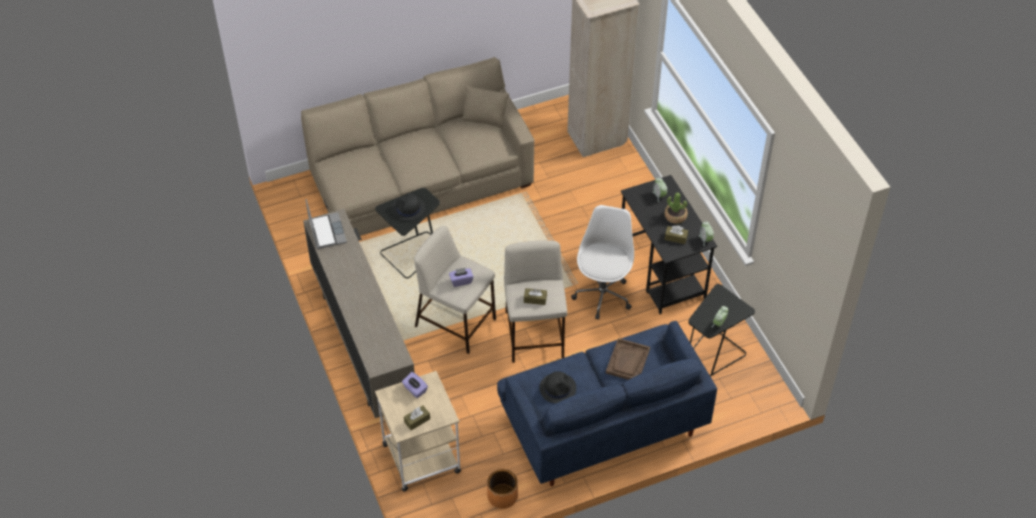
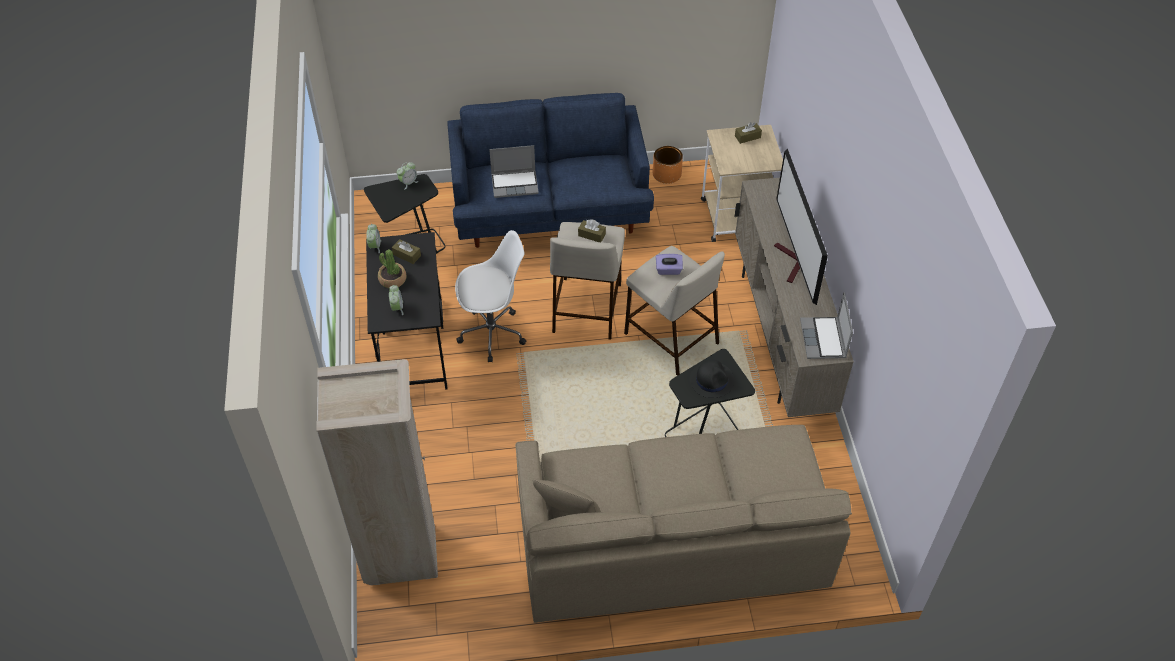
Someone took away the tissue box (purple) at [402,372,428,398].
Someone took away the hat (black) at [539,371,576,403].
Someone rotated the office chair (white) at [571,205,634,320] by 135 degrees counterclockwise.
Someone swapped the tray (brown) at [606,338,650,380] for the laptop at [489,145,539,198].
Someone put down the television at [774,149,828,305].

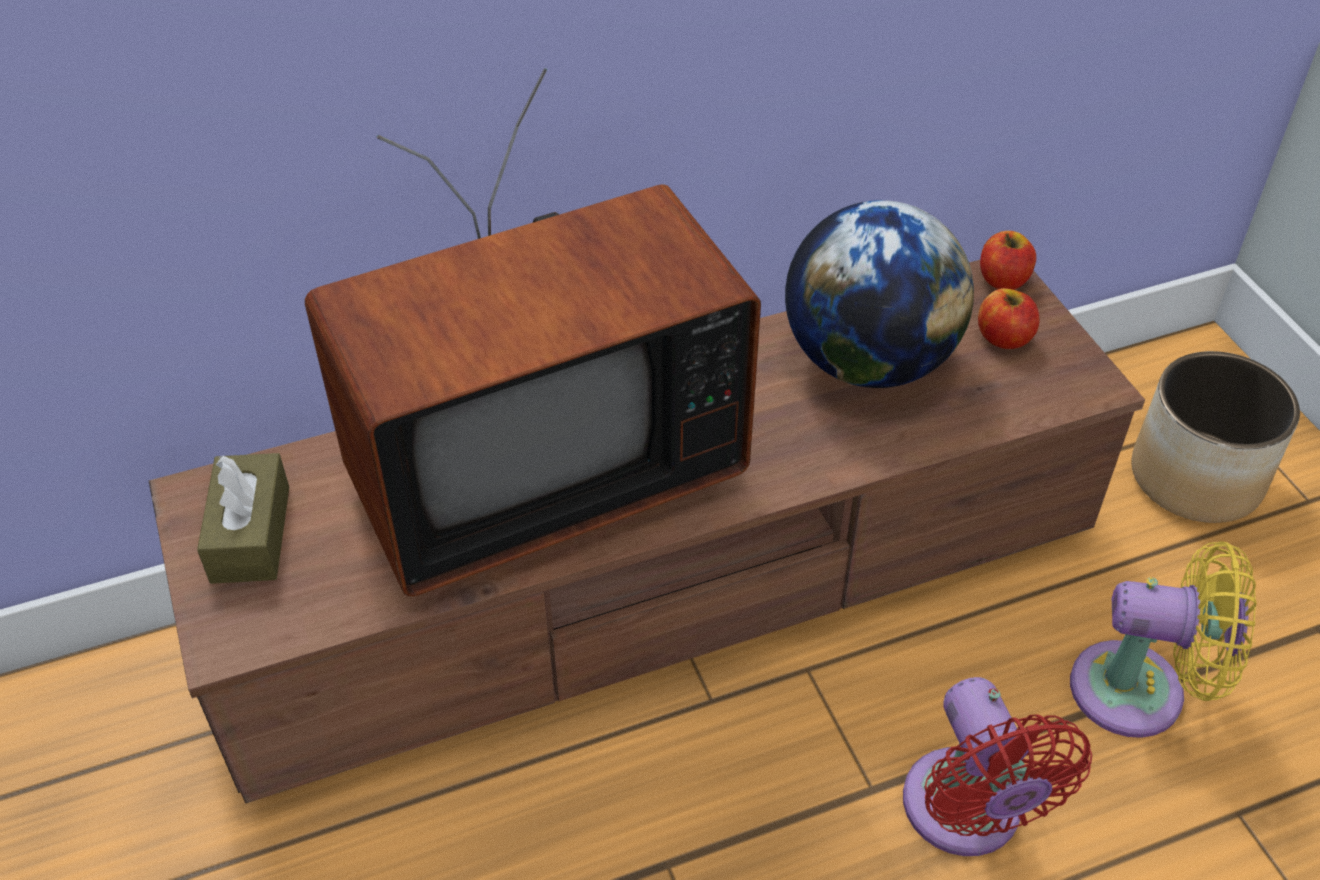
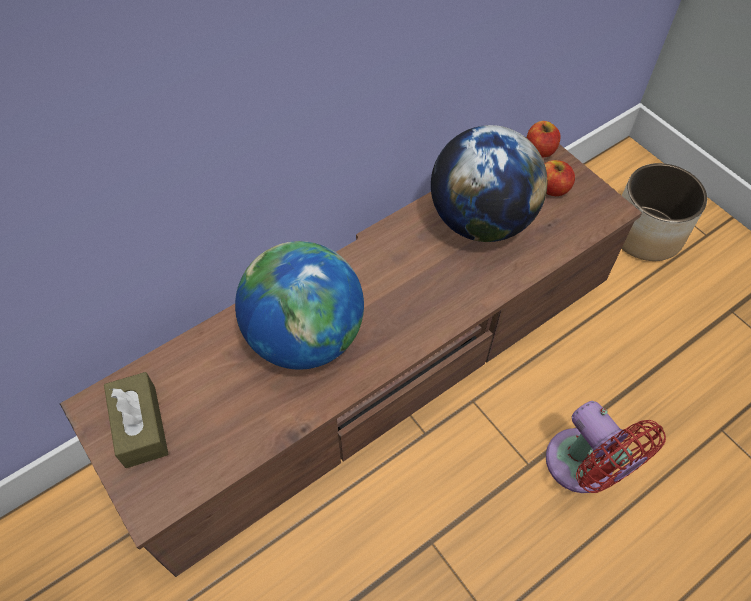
Someone swapped the television at [305,68,761,596] for the globe at [235,241,364,370].
Someone took away the fan (yellow) at [1070,541,1257,738].

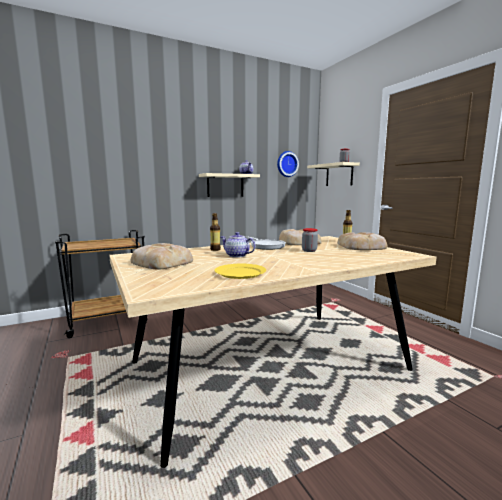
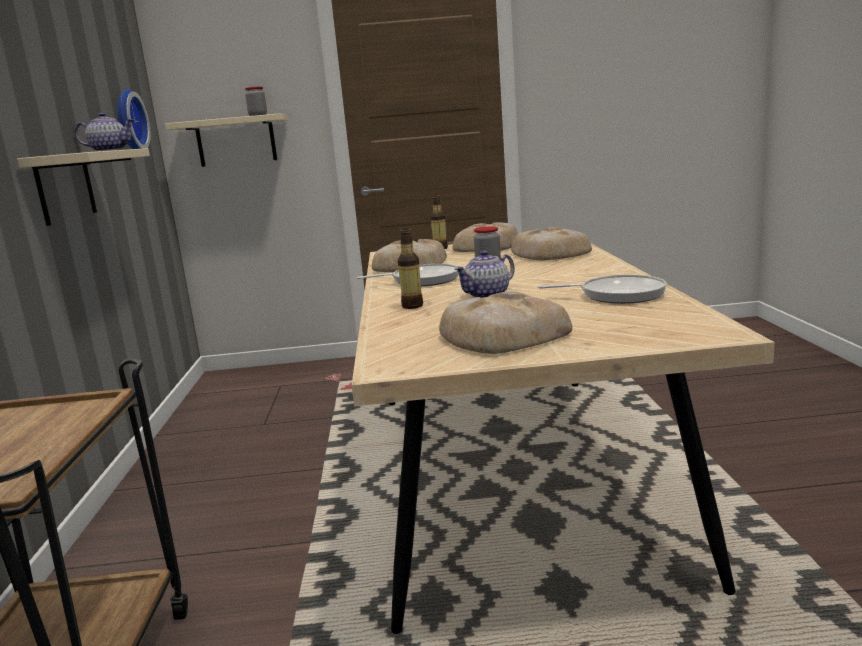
Someone swapped the plate (yellow) at [214,264,266,279] for the frying pan at [538,275,667,304].
Someone put down the bread at [511,227,592,260].

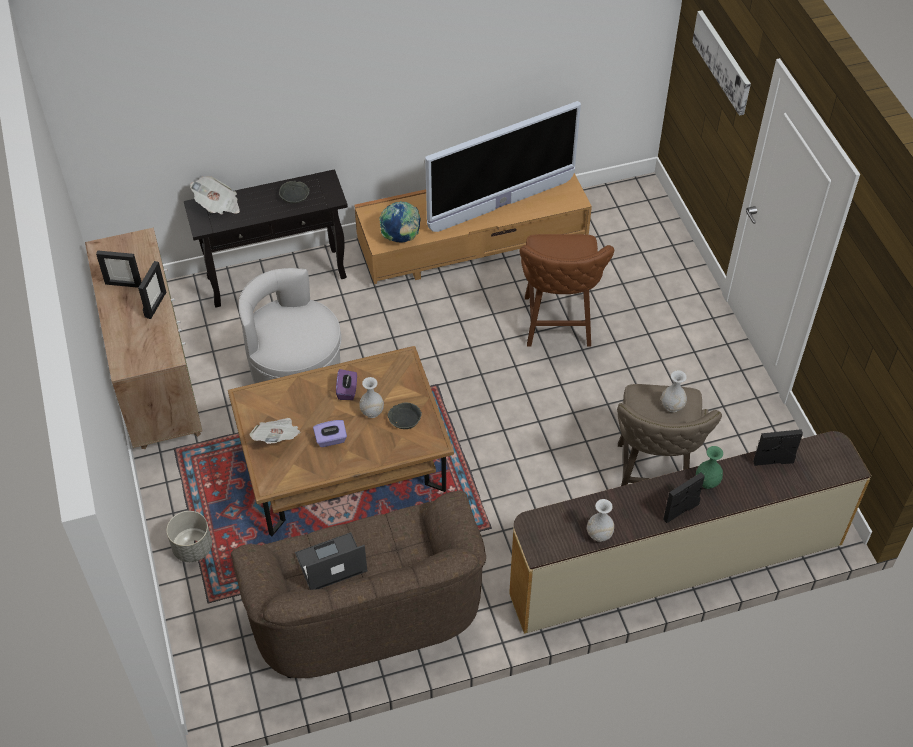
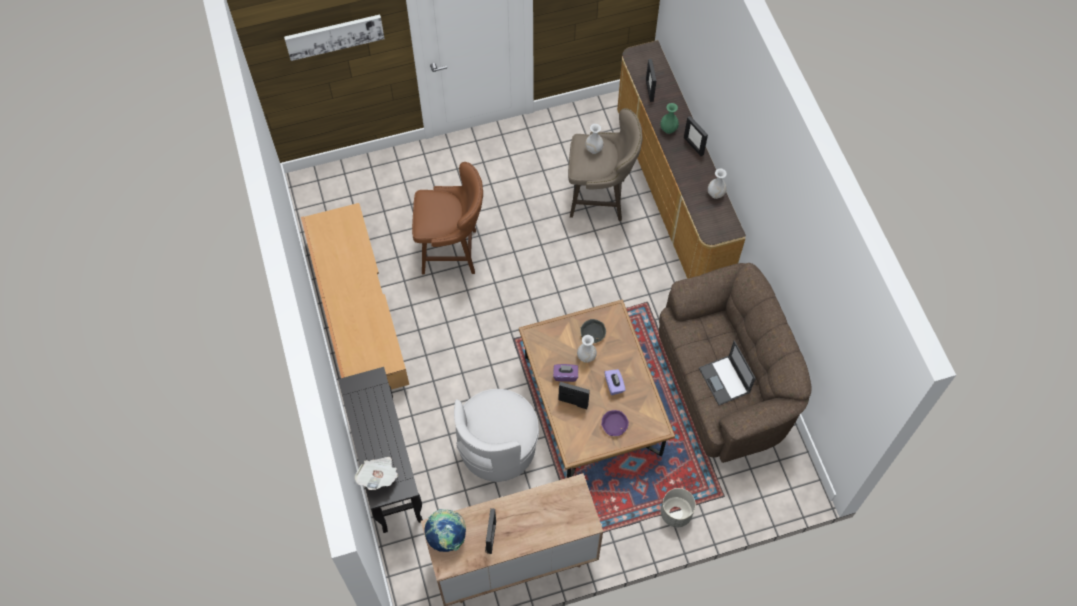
Someone carried the picture frame from [138,261,166,319] to [558,382,590,409].
Someone swapped the newspaper at [250,418,301,444] for the bowl (purple) at [601,410,629,436].
Someone took away the bowl (grey) at [279,181,309,204].
Someone carried the globe from [379,201,421,243] to [425,509,466,552].
Someone took away the television at [425,101,581,232].

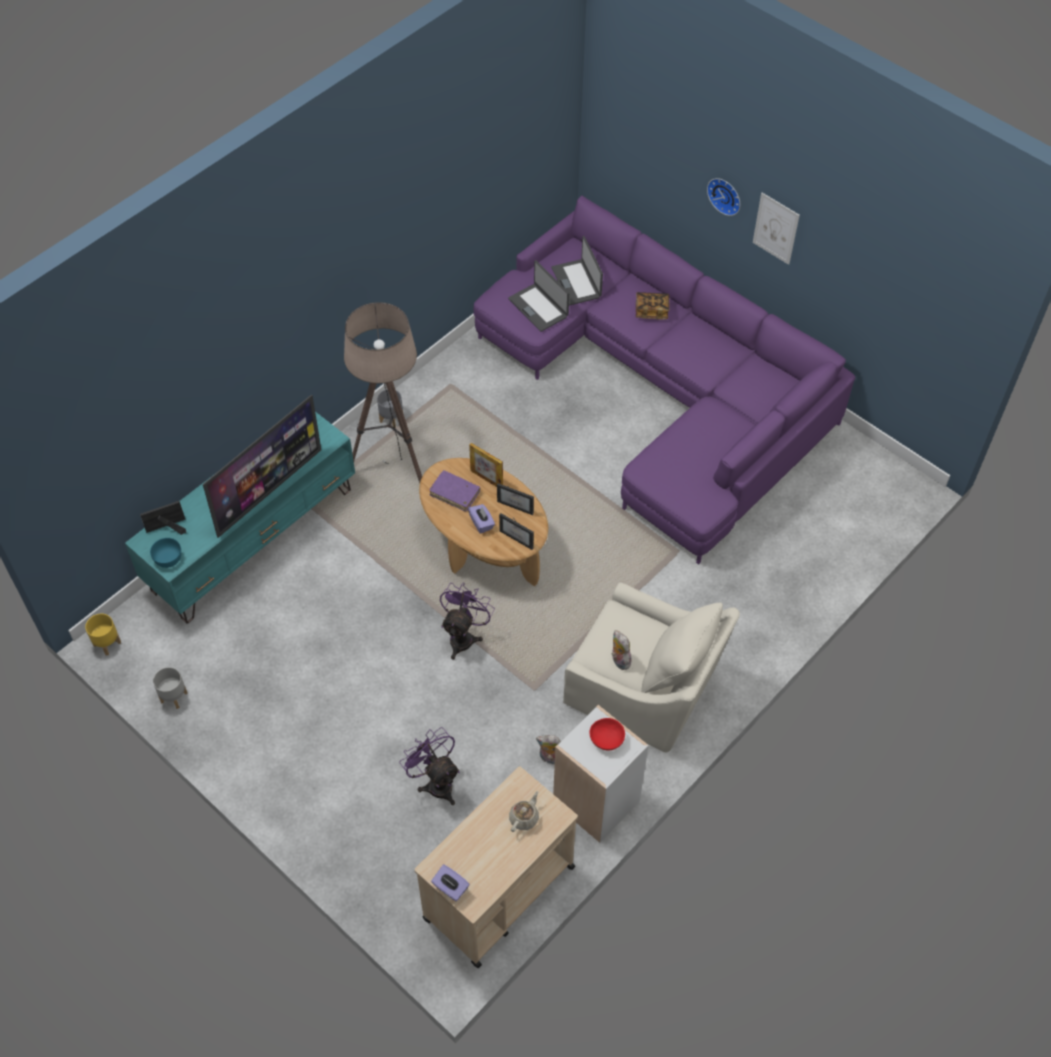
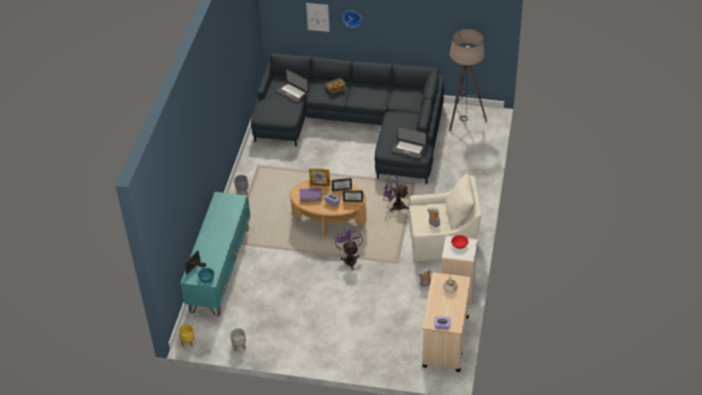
Someone took away the television at [203,394,321,538].
Someone carried the floor lamp from [344,302,422,483] to [449,29,487,131].
Someone carried the fan (purple) from [399,727,460,805] to [382,175,409,211].
Someone repainted the sofa (purple) at [473,196,856,565], which became the sofa (grey) at [251,53,444,184].
Someone carried the laptop from [508,260,569,332] to [392,126,427,159].
Someone carried the picture from [753,193,800,265] to [306,3,330,32].

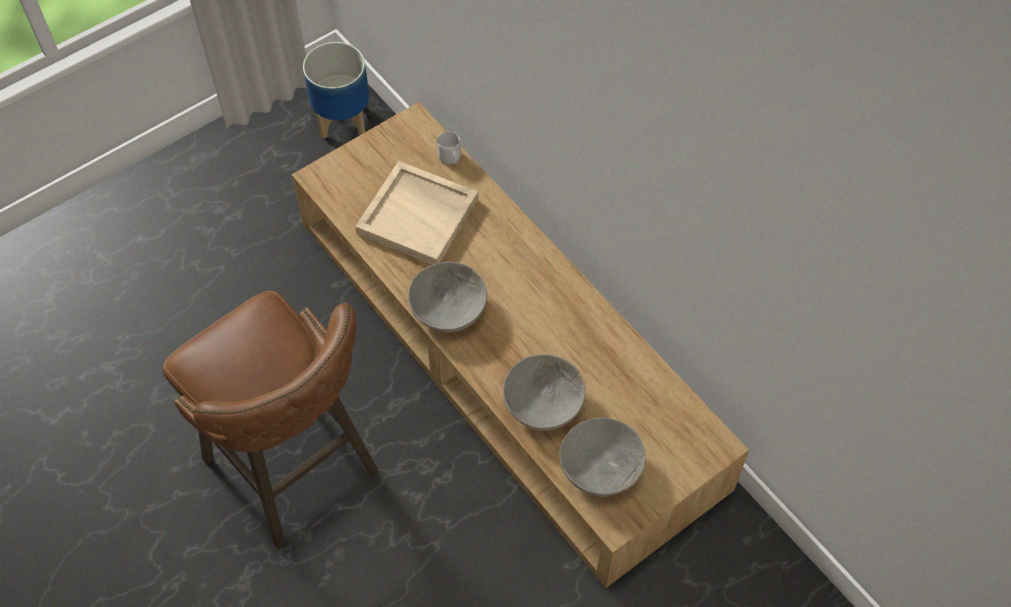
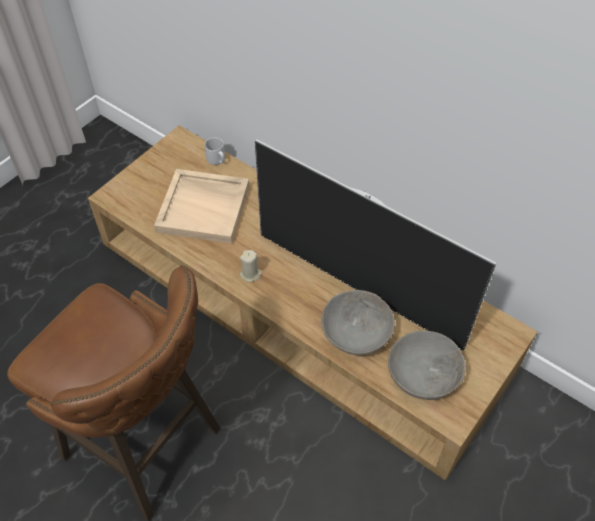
Someone took away the planter at [303,42,369,139].
Someone swapped the bowl (grey) at [408,262,487,332] for the candle (beige) at [240,250,262,282].
Someone put down the television at [255,139,496,351].

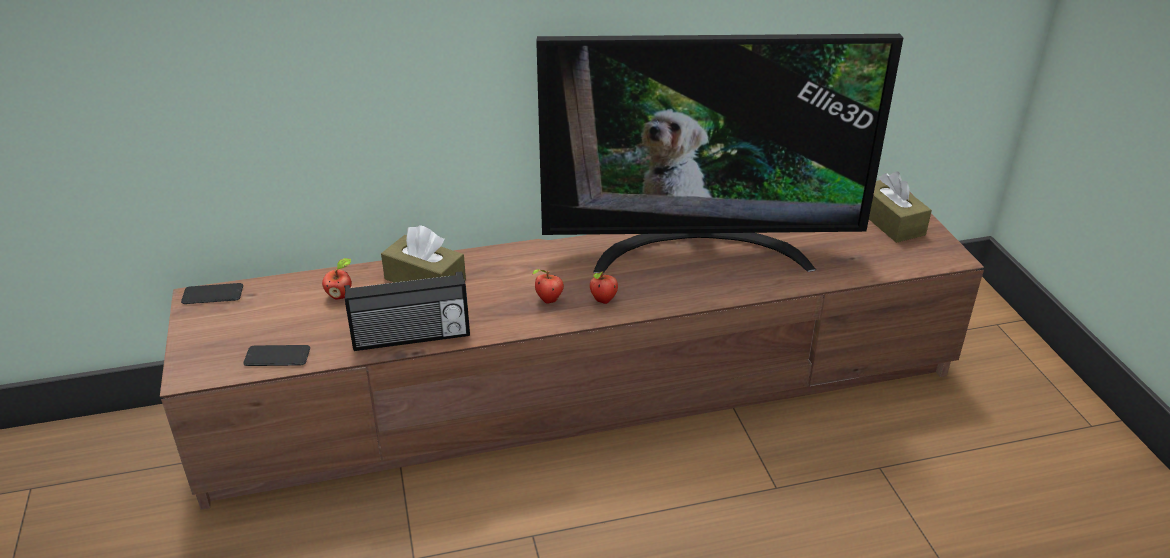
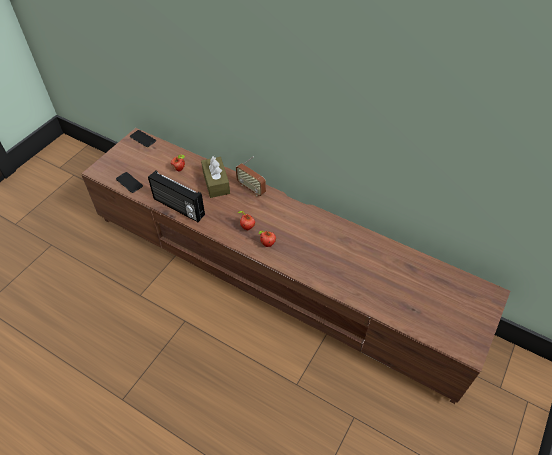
Someone took away the television at [536,34,903,273].
Someone took away the tissue box (brown) at [869,171,932,243].
Someone put down the radio at [236,156,266,196].

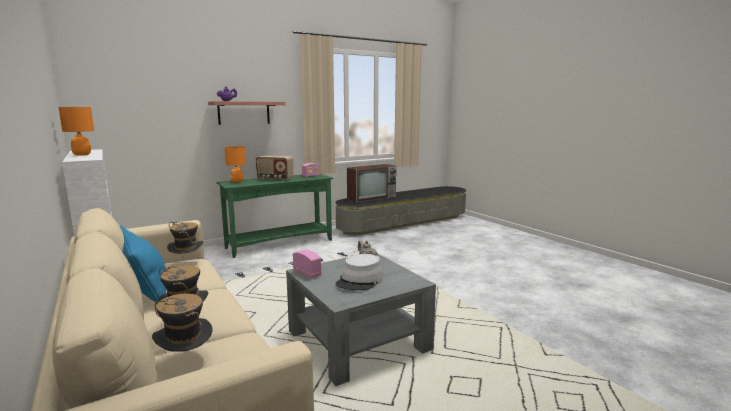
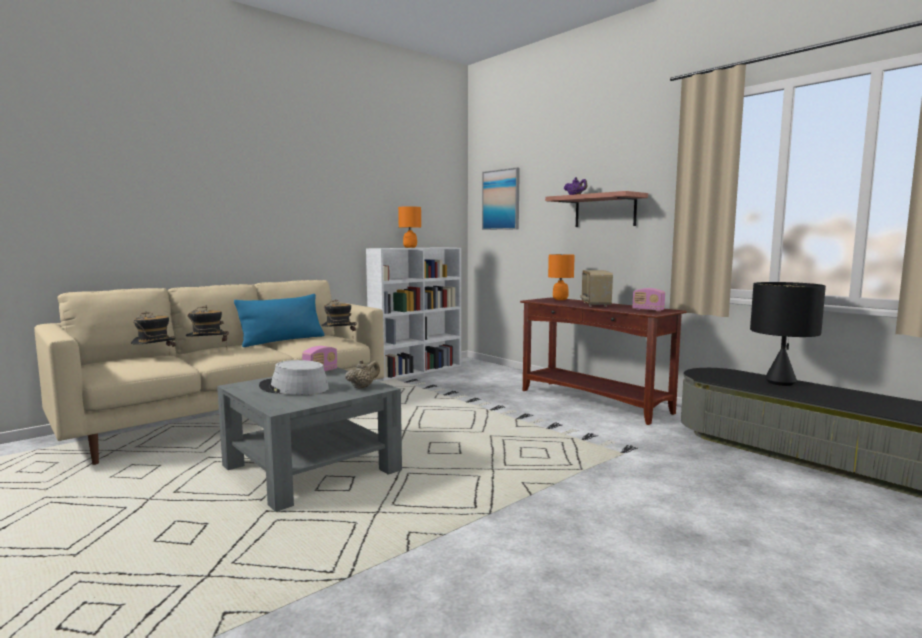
Someone repainted the console table (green) at [216,174,333,258], which became the console table (brown) at [520,297,686,425].
Someone swapped the television at [347,164,397,203] for the table lamp (black) at [750,282,826,386].
Someone put up the picture at [482,167,520,230].

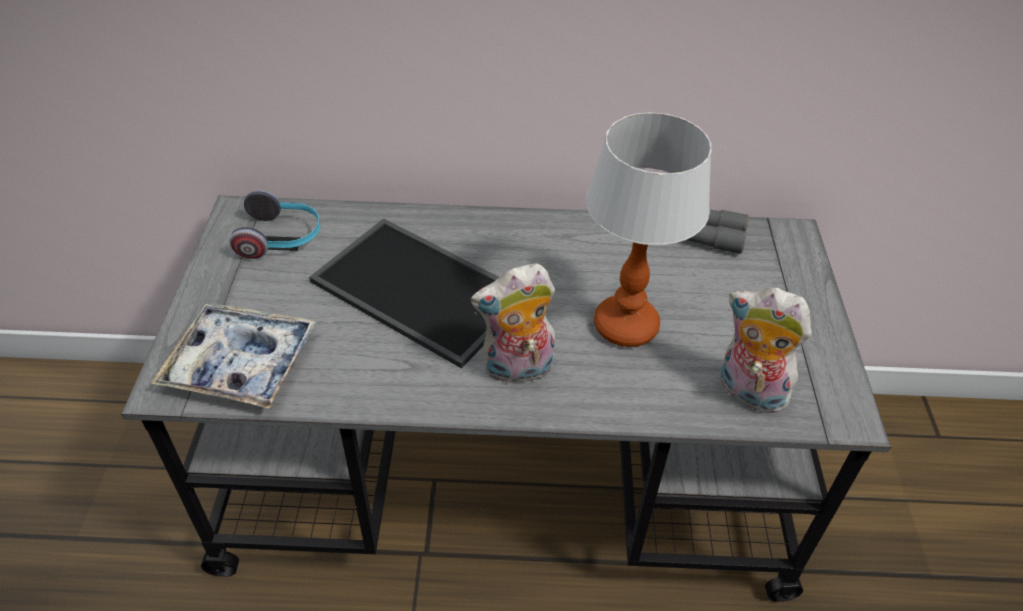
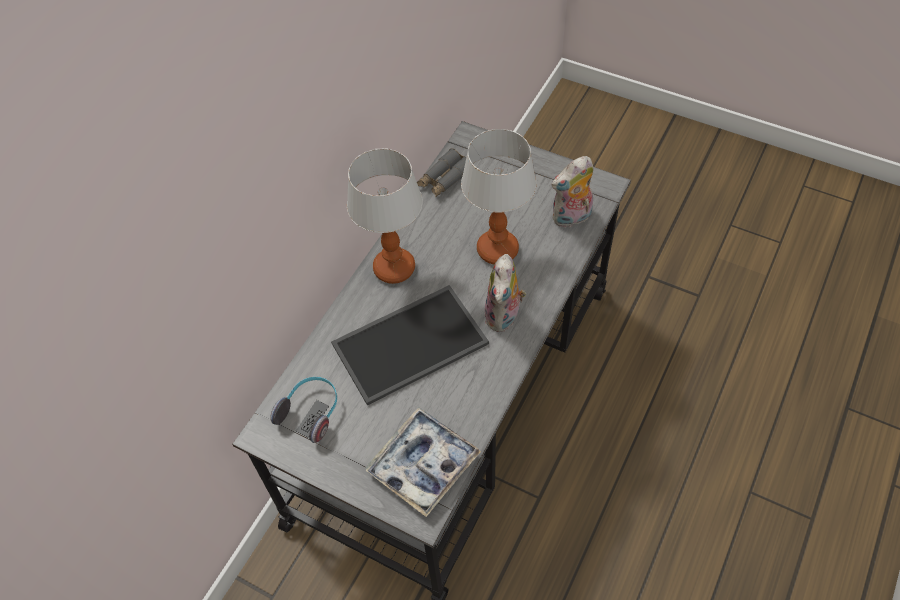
Someone put down the table lamp at [347,148,423,284].

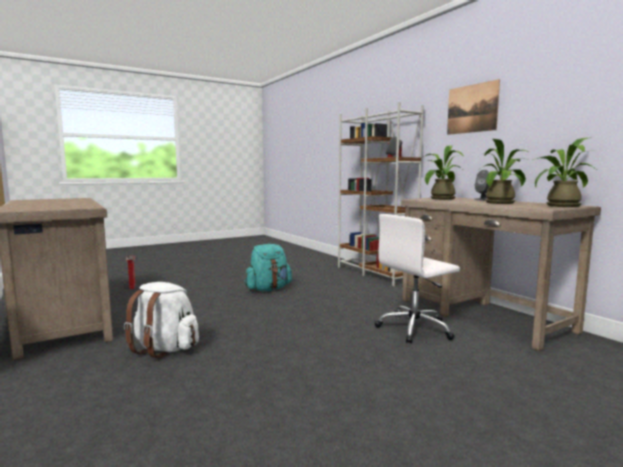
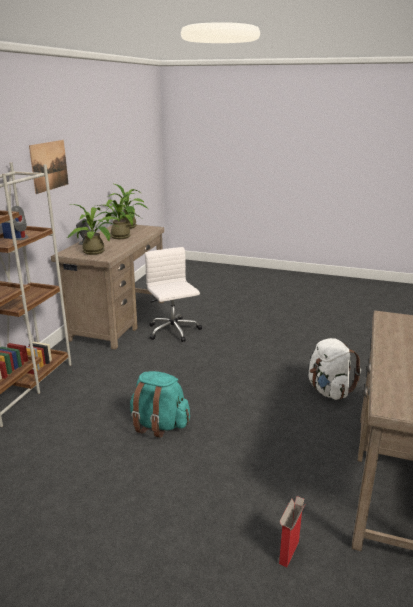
Someone rotated the office chair (white) at [374,214,460,343] by 135 degrees counterclockwise.

